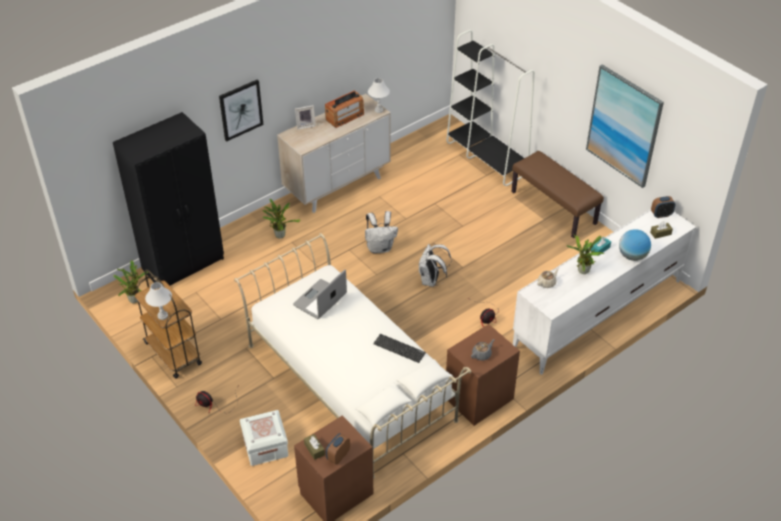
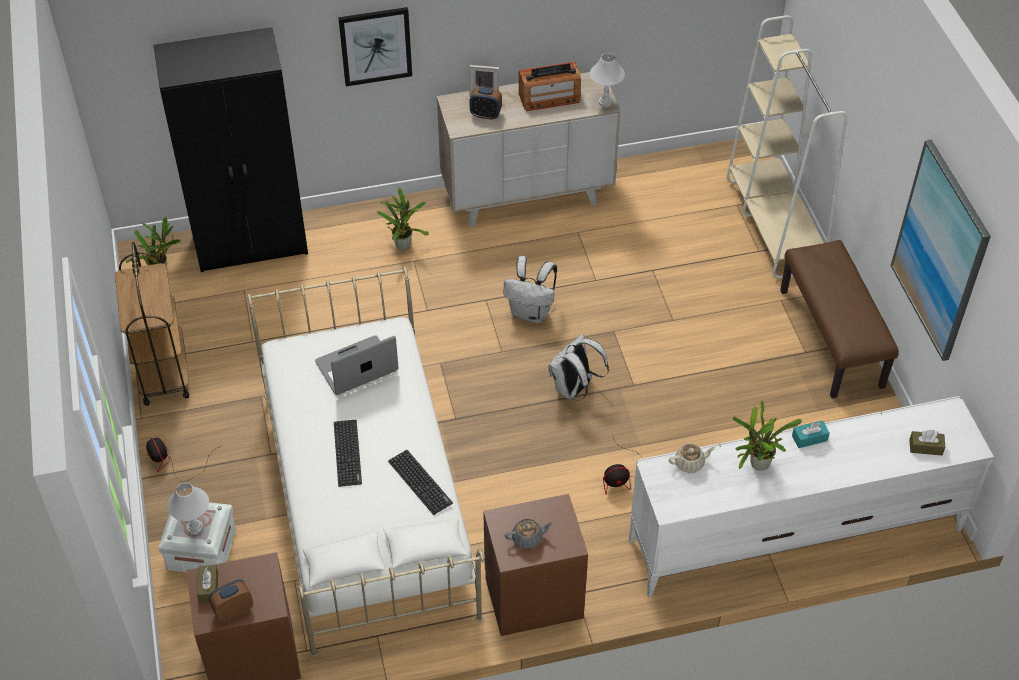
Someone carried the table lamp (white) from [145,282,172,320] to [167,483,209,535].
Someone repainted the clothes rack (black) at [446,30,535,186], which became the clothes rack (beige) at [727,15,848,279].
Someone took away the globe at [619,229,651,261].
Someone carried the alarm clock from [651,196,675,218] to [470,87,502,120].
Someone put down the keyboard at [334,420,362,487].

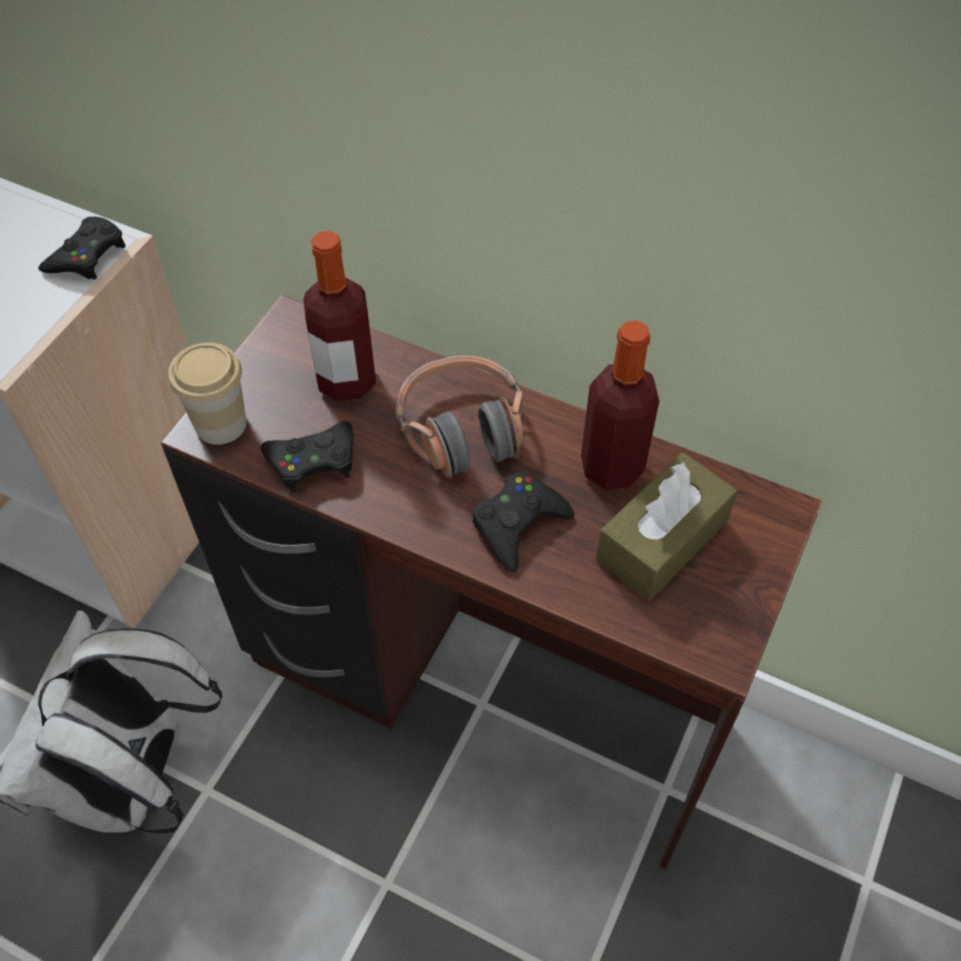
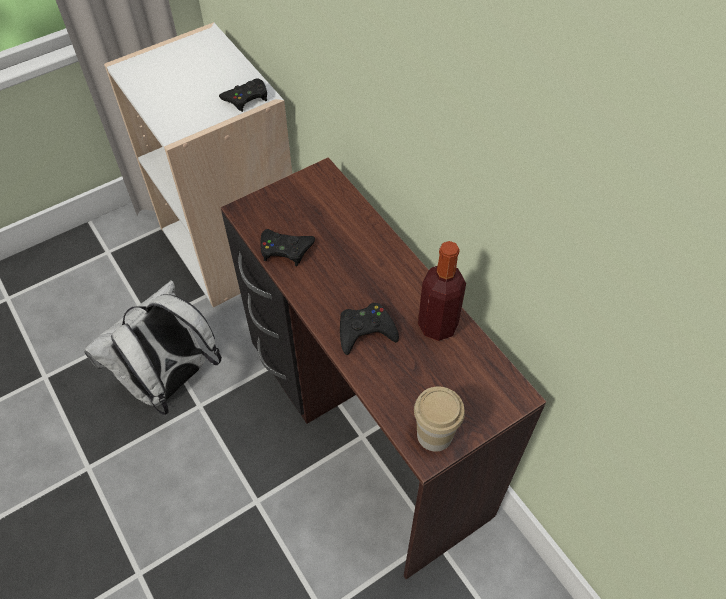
Someone carried the cup from [169,342,247,445] to [414,386,465,452].
Someone took away the bottle at [303,231,376,402].
Someone took away the headphones at [395,356,524,478].
Someone took away the tissue box (brown) at [596,452,738,601].

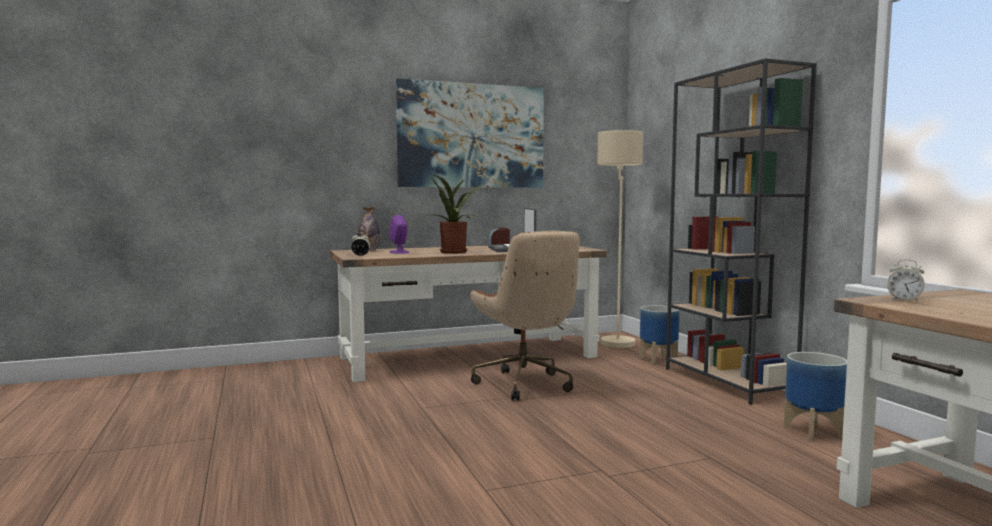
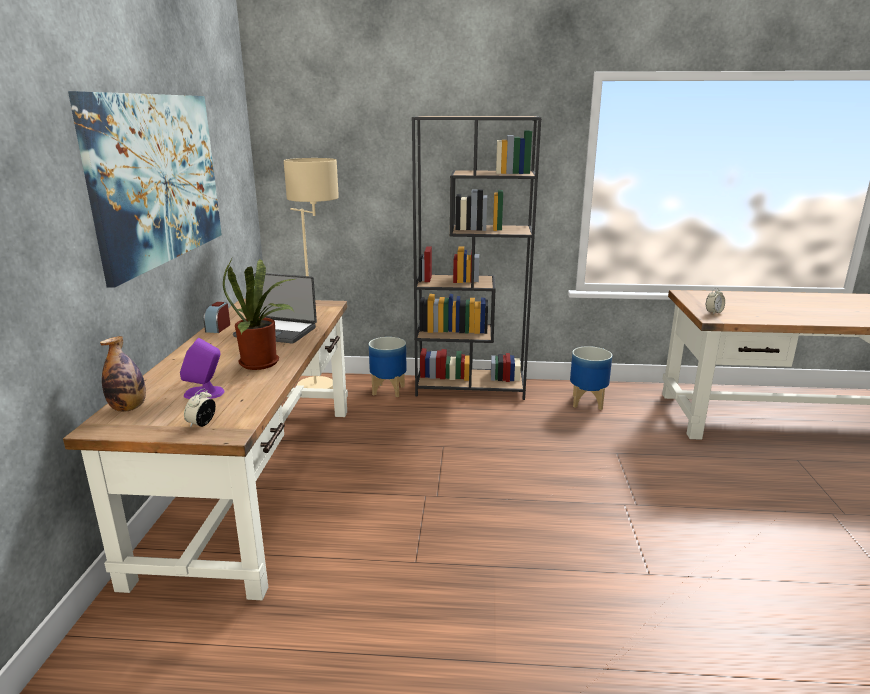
Someone took away the office chair (brown) at [471,231,580,401].

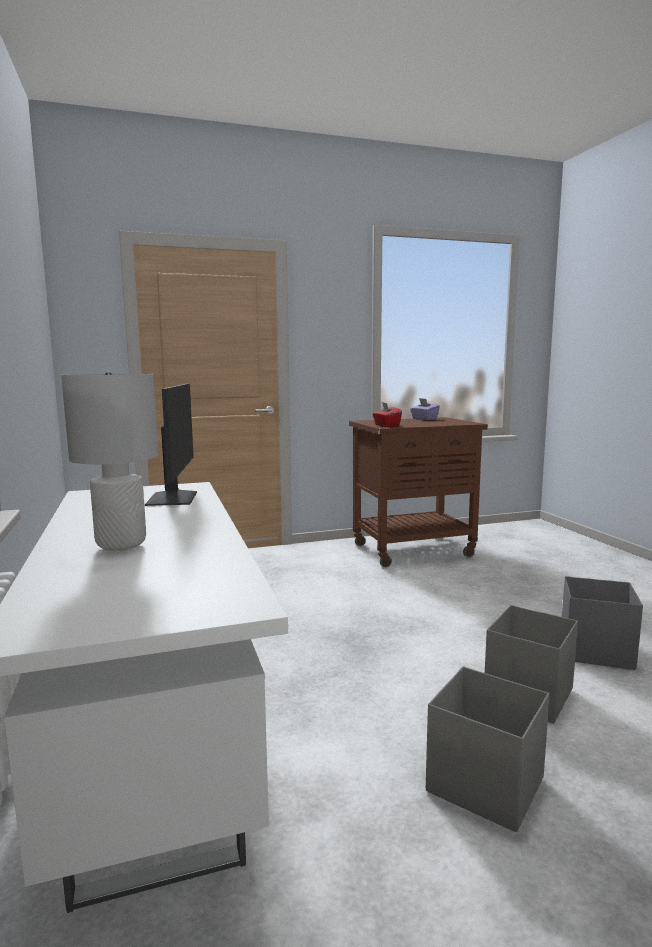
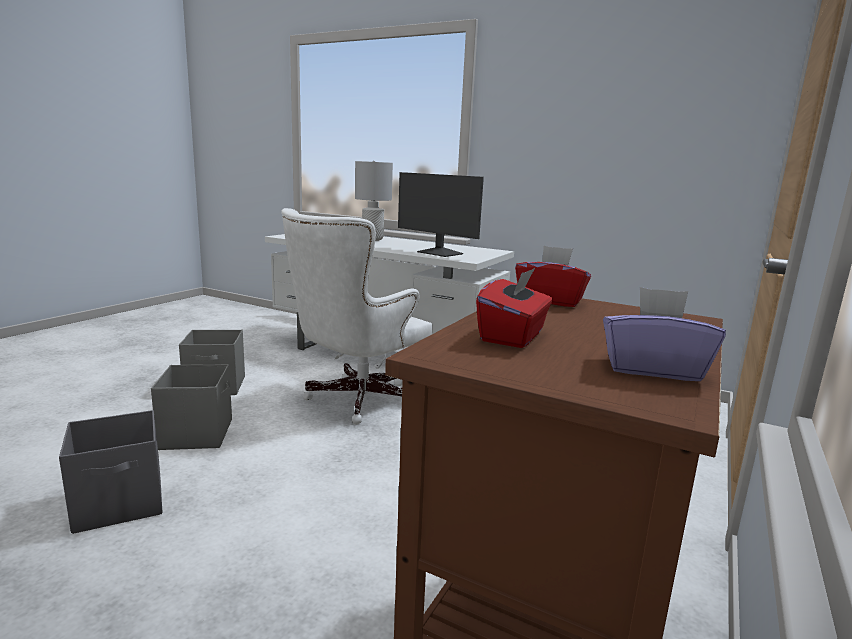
Someone put down the office chair (white) at [281,208,433,424].
Someone put down the tissue box (red) at [476,268,553,348].

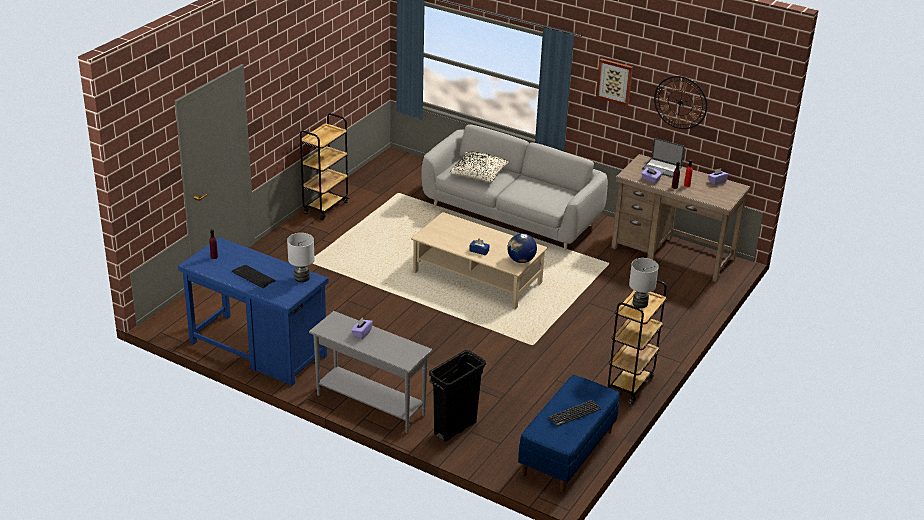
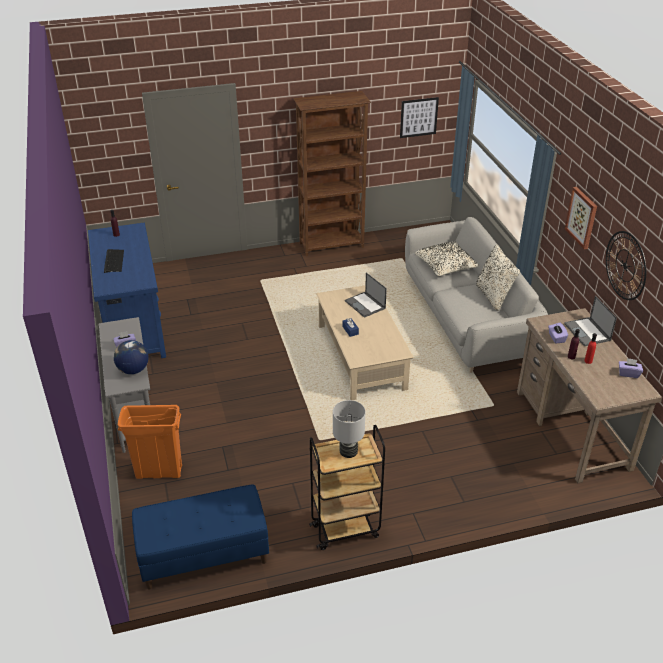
Someone took away the table lamp (grey) at [287,233,315,282].
Someone swapped the cart (brown) at [300,113,349,220] for the bookcase (brown) at [293,91,371,256].
Someone repainted the trash can (black) at [429,350,486,442], which became the trash can (orange) at [118,405,182,479].
Someone carried the globe from [507,234,537,263] to [114,340,149,374].
Someone took away the keyboard at [548,400,601,426].
Someone put down the laptop at [345,273,387,318].
Someone put up the picture at [400,97,439,138].
Someone put down the pillow (beige) at [476,244,520,311].

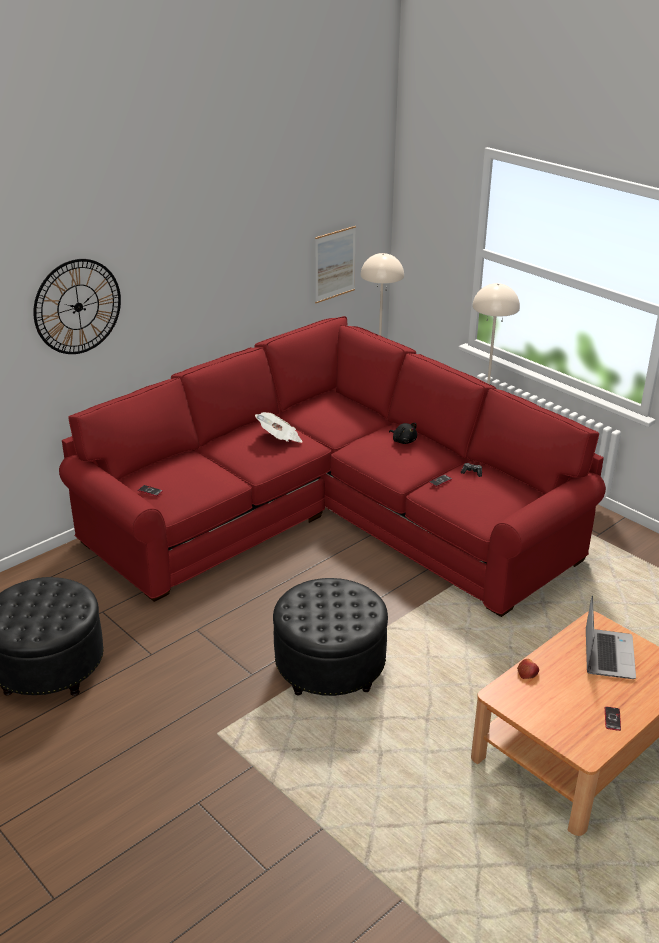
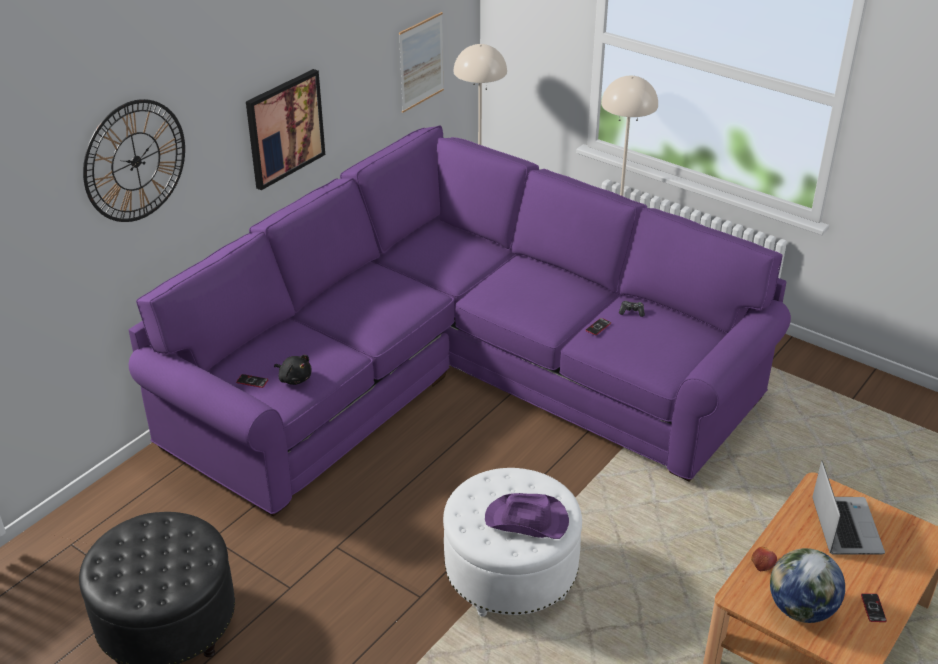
Someone repainted the sofa (red) at [59,316,606,617], which became the sofa (purple) at [128,125,791,516].
Someone took away the newspaper at [255,412,302,443].
Someone repainted the ottoman (black) at [273,578,388,696], which became the ottoman (white) at [443,468,582,617].
Someone carried the plush toy (black) from [389,423,417,444] to [274,355,311,385].
Someone put up the picture at [246,69,325,190].
Someone put down the hat (purple) at [485,493,569,539].
Someone put down the globe at [770,548,845,623].

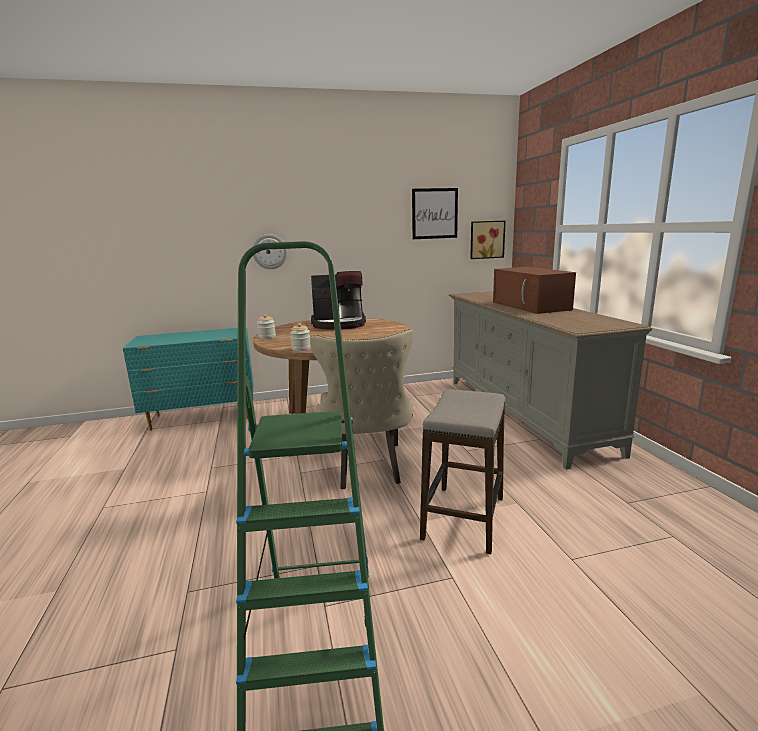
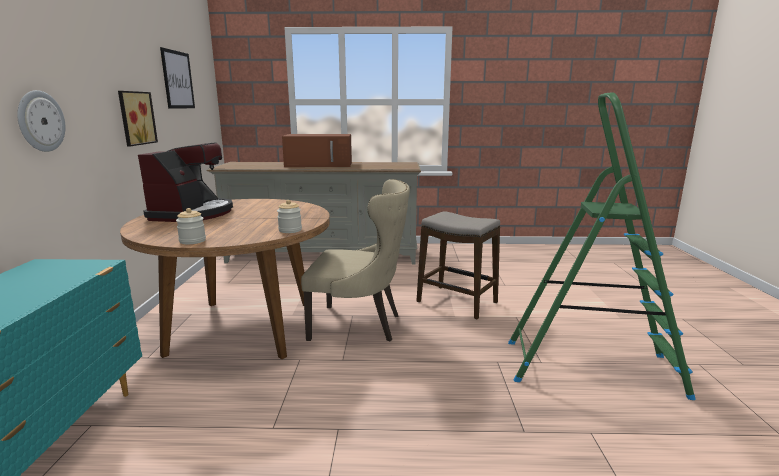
Someone carried the picture from [470,220,506,259] to [118,91,158,147].

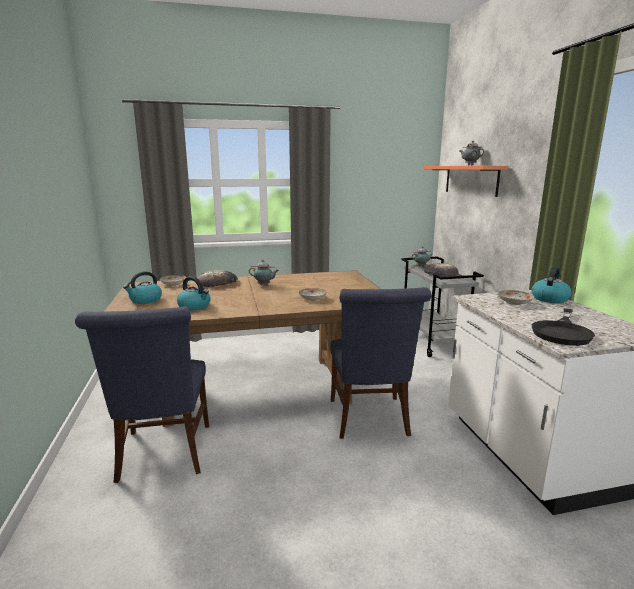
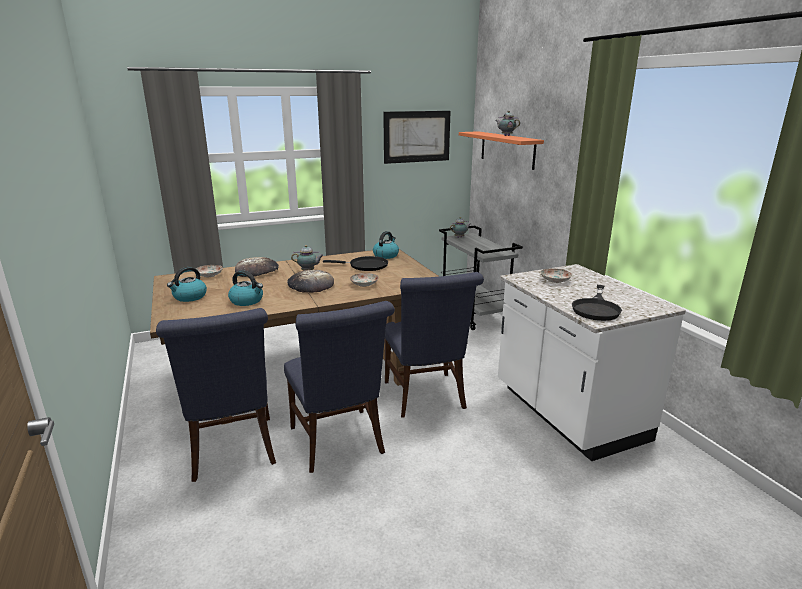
Someone carried the bread from [422,263,459,277] to [287,270,334,293].
Someone carried the kettle from [531,266,572,303] to [373,231,399,259].
Someone put down the chair (blue) at [284,301,395,473].
Someone put down the frying pan (black) at [323,256,388,271].
Someone put up the picture at [383,111,451,164].

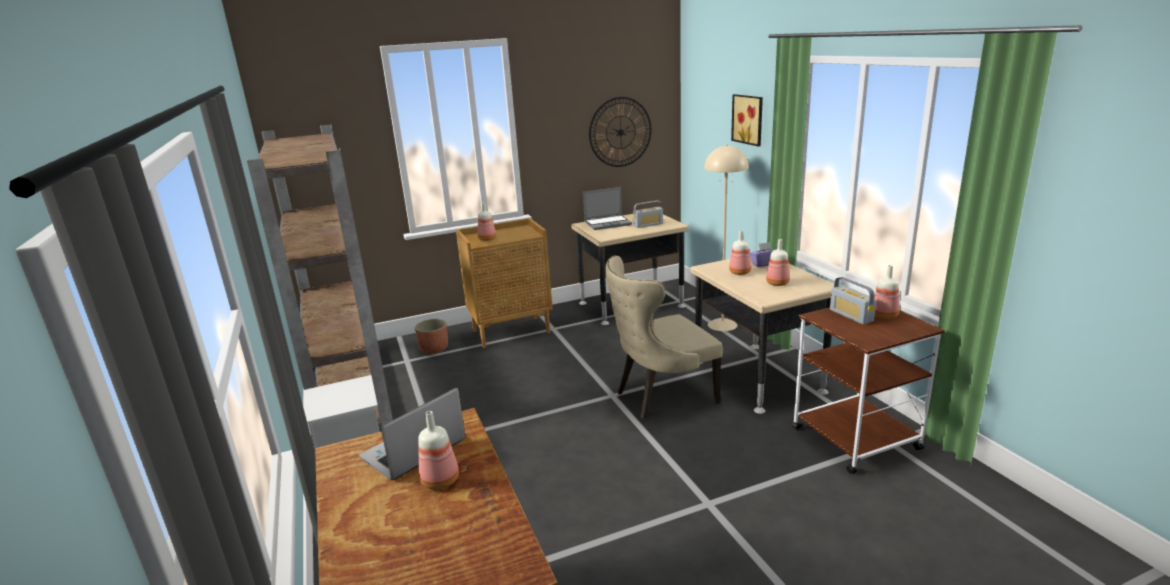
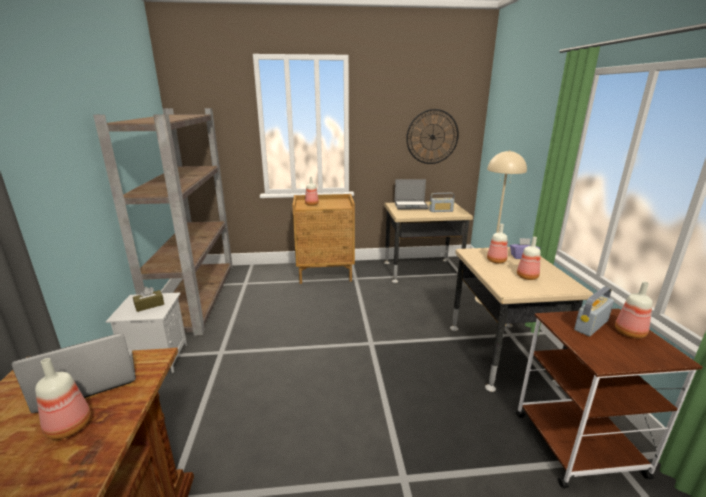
Someone took away the planter at [415,319,448,354].
Someone took away the chair (beige) at [606,255,723,419].
Someone took away the picture at [731,94,763,146].
Someone rotated the radio at [830,277,876,325] by 60 degrees clockwise.
Someone put down the tissue box (brown) at [133,287,164,312].

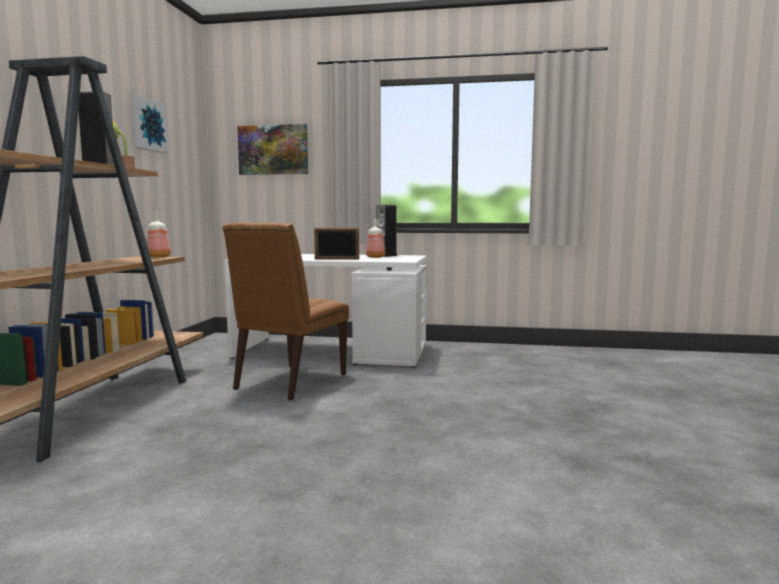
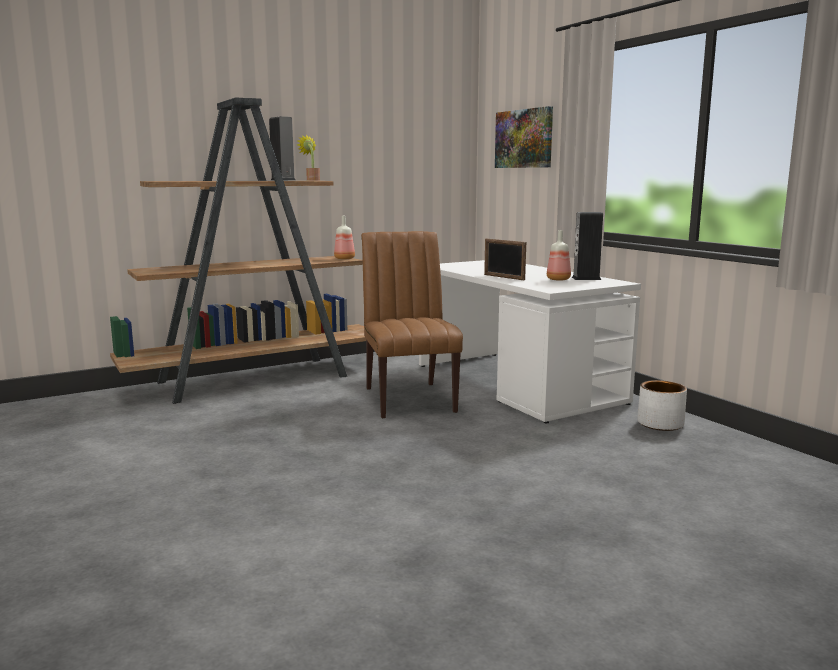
Someone took away the picture at [131,95,169,153].
Someone rotated the chair (brown) at [222,222,349,400] by 90 degrees clockwise.
Someone put down the planter (white) at [637,380,687,431].

